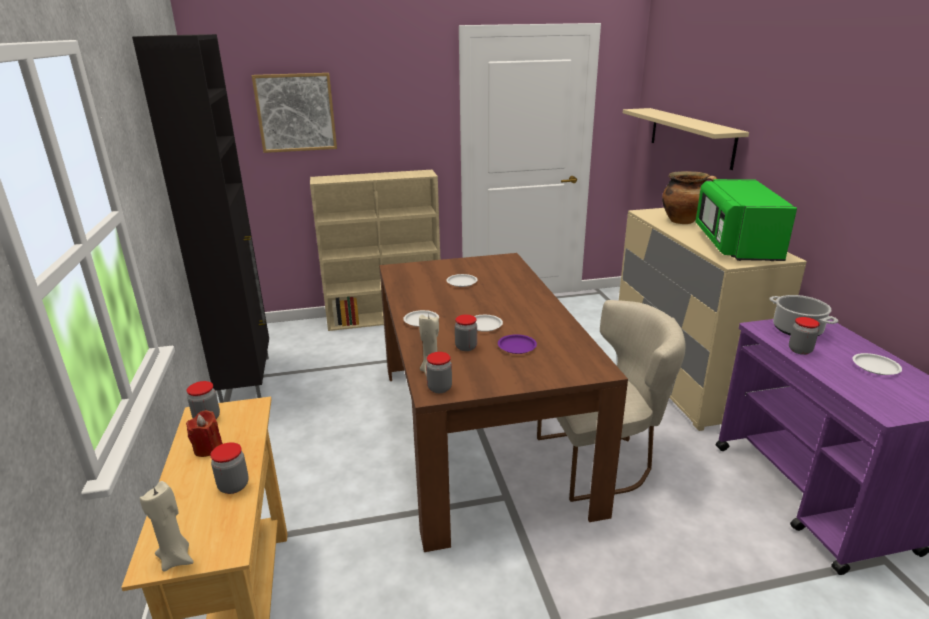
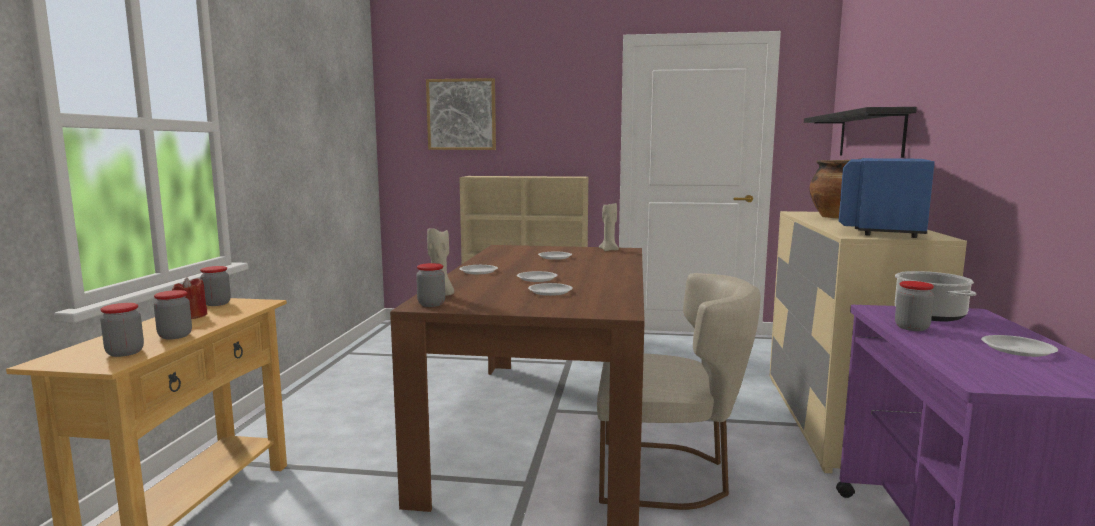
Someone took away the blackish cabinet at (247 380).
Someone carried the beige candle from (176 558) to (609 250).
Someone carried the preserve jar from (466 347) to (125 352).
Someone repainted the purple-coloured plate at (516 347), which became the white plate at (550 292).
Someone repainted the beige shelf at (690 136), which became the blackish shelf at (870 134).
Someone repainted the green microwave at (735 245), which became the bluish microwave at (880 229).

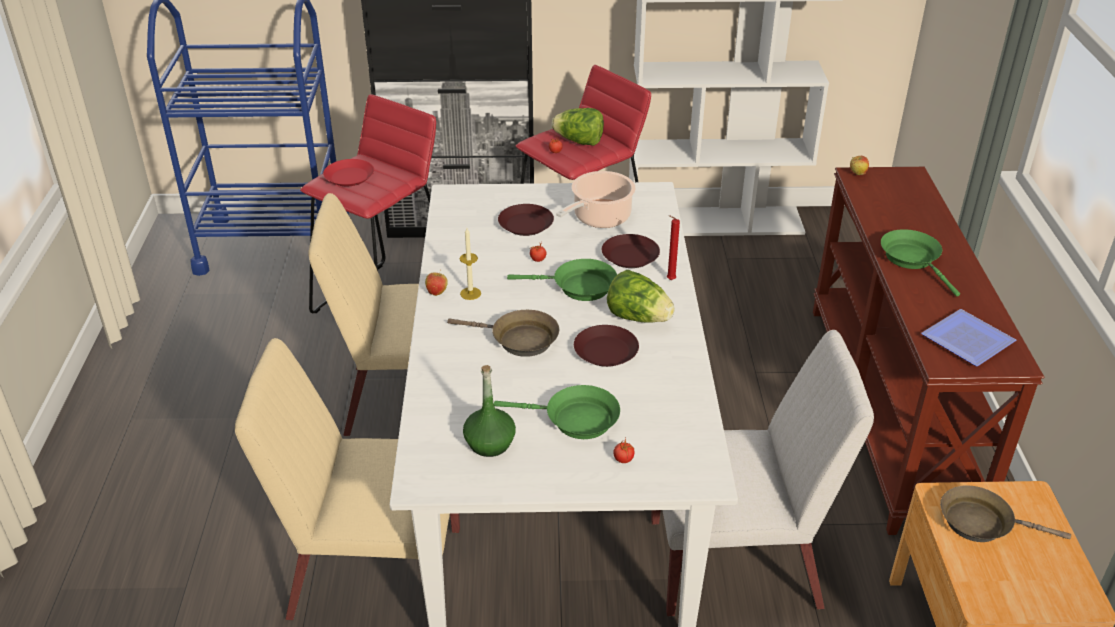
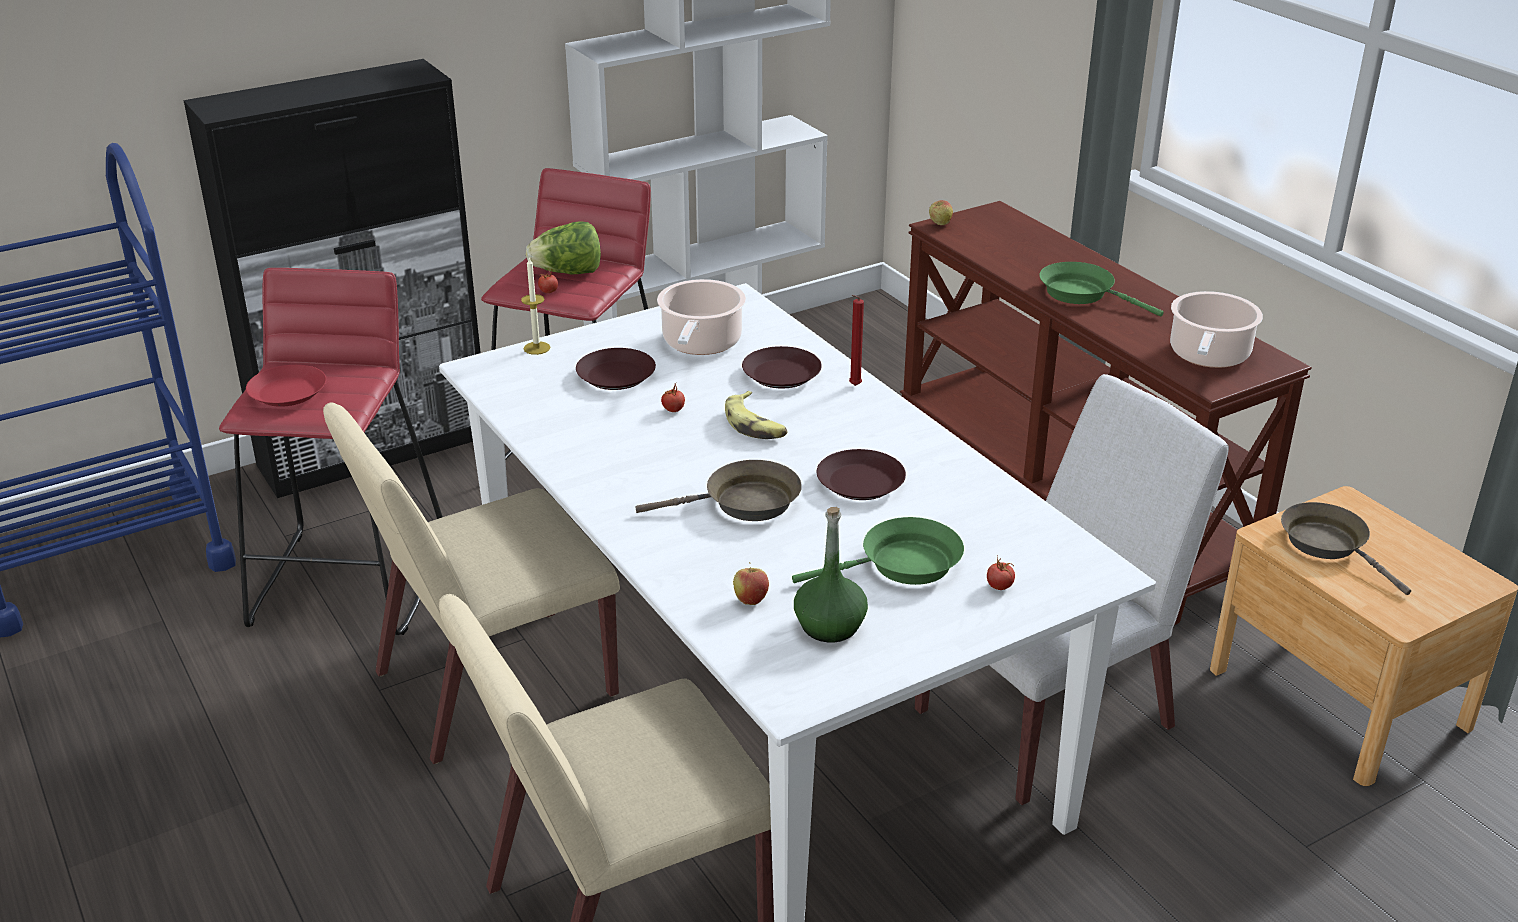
Someone took away the lettuce at (638 318).
Someone carried the whole apple from (437 292) to (751 600).
Someone carried the candle from (470 293) to (536 348).
Someone swapped the green pan at (579 287) for the whole banana at (755 424).
Someone swapped the plate at (964 340) for the saucepot at (1208 356).
Someone rotated the brown-coloured pan at (981 523) by 75 degrees clockwise.

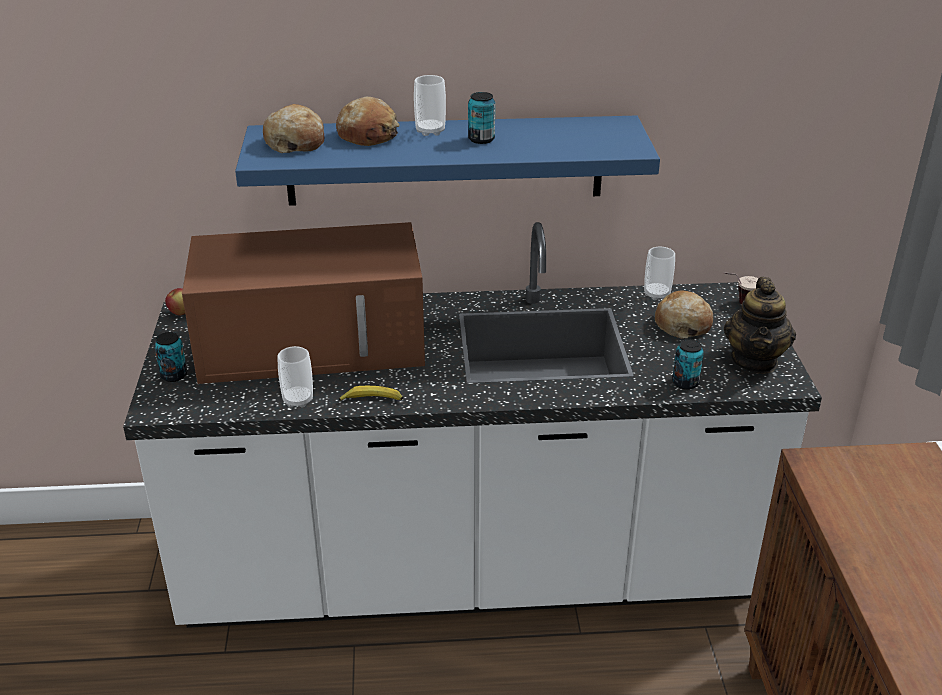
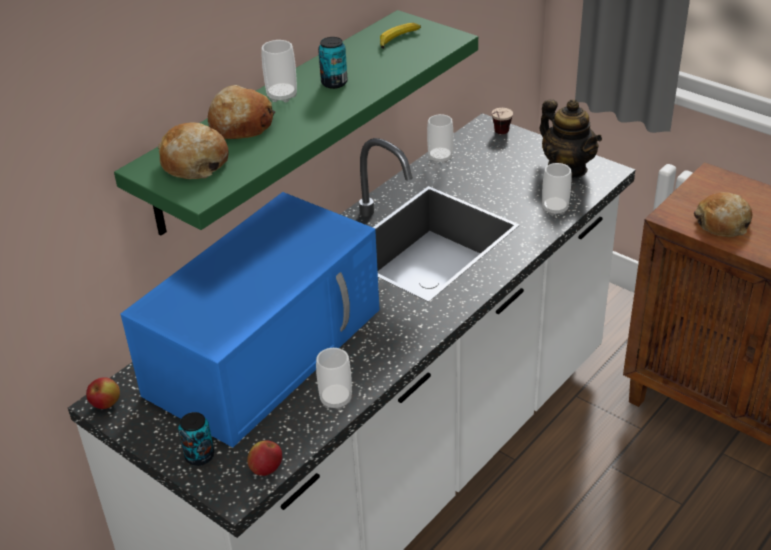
Someone put down the whole apple at (266 469).
Someone carried the whole banana from (372 400) to (398 39).
Someone carried the bakery bread from (682 324) to (722 223).
Someone swapped the sealed can at (685 383) for the drinking cup at (555 209).
Someone repainted the brown-coloured microwave at (315 342), which became the bluish microwave at (266 348).
Someone repainted the bluish shelf at (445 160), which became the green shelf at (275 120).

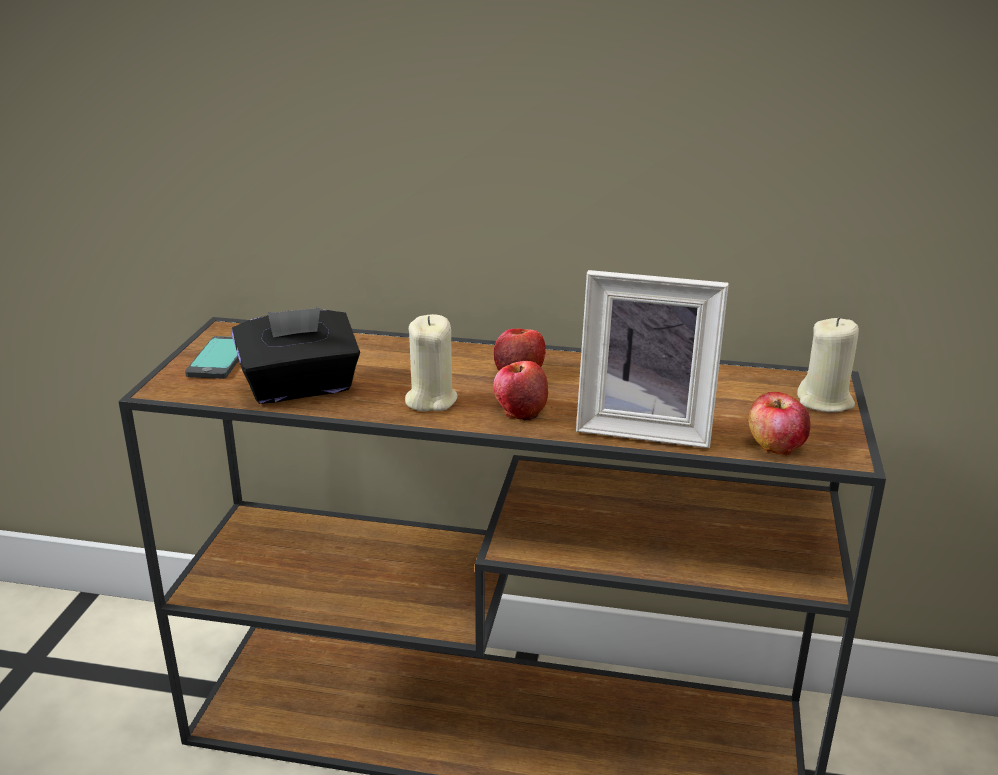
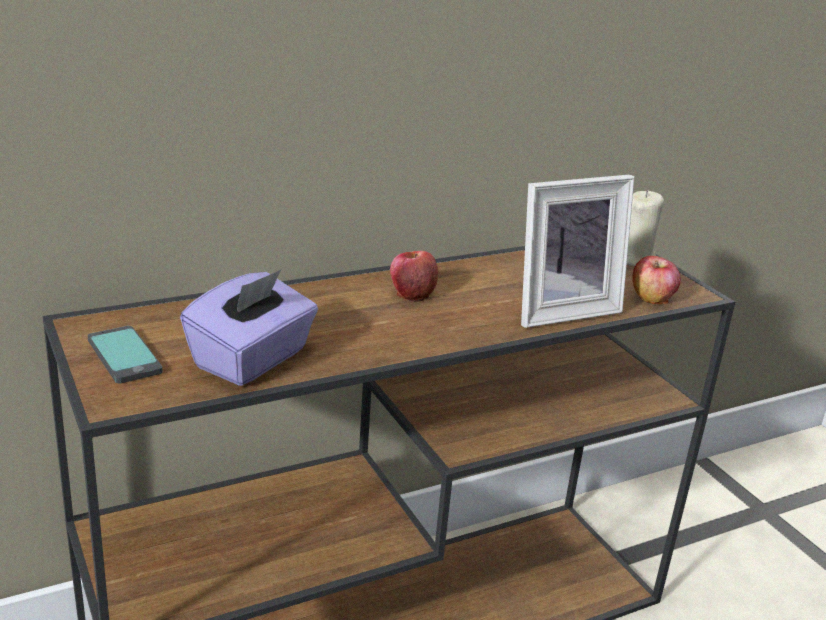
Someone took away the beige candle at (430 400).
Someone took away the whole apple at (520 410).
Someone repainted the blackish tissue box at (300 387), which became the purple-coloured tissue box at (252 359).

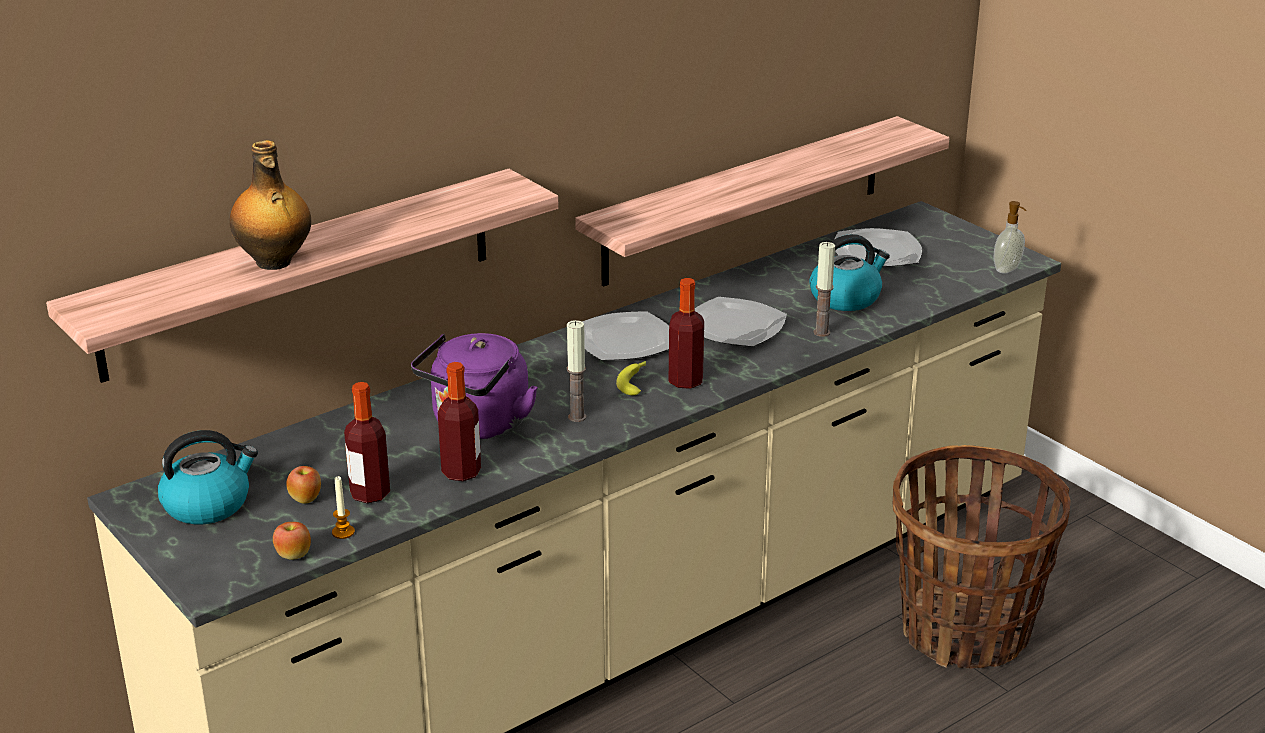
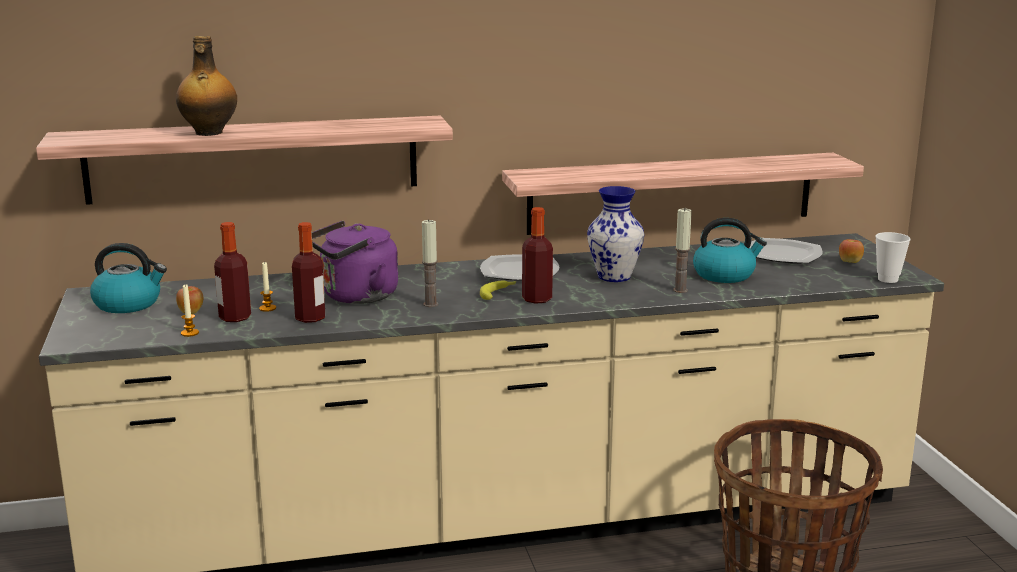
Someone put down the candle at (267 308).
Someone carried the whole apple from (293 555) to (850 262).
Someone swapped the plate at (735 327) for the flower vase at (614 277).
Someone swapped the liquid soap bottle at (1007 270) for the drinking cup at (887 279).

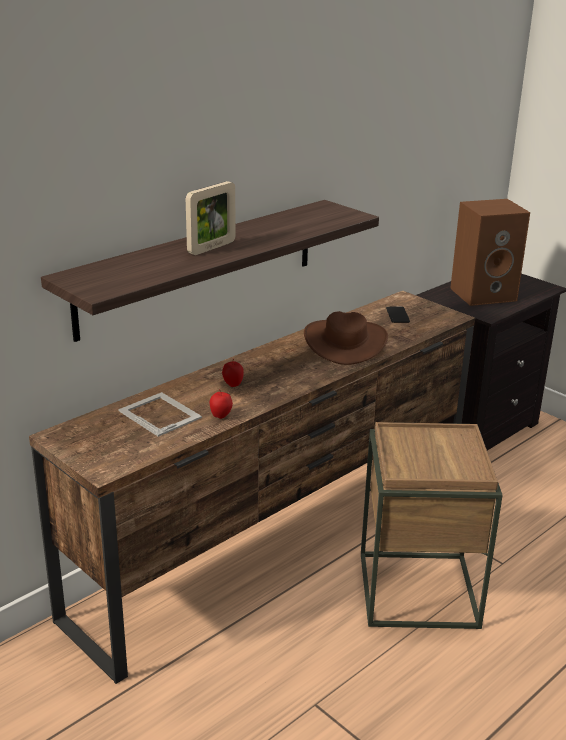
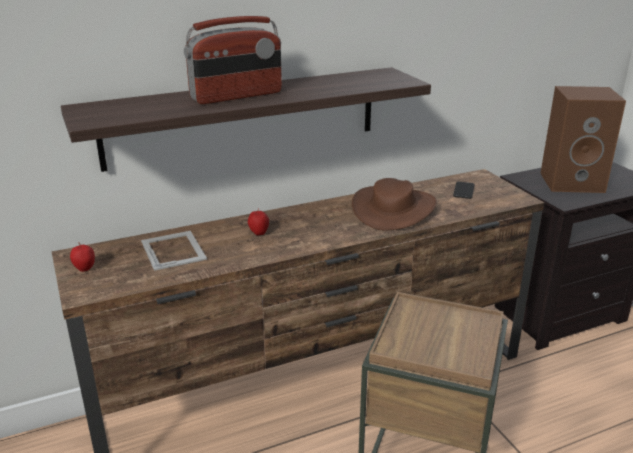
Someone carried the whole apple from (221 416) to (85 269).
Someone swapped the photo frame at (211 248) for the radio receiver at (237 96).

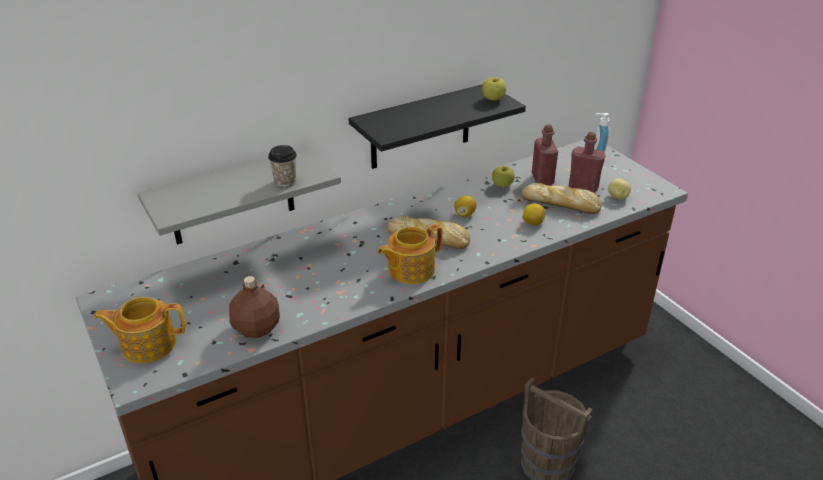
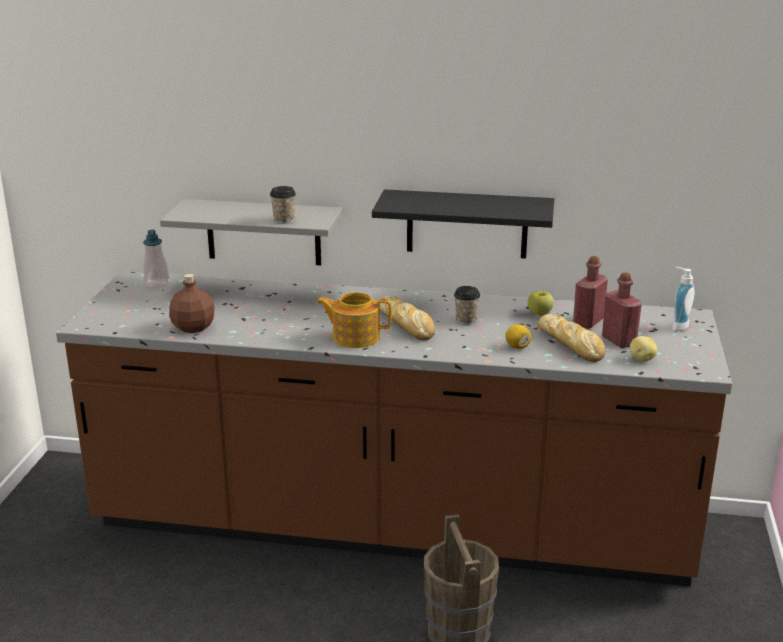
Someone took away the pot for tea at (147 344).
Someone took away the whole apple at (493 99).
Someone put down the liquid soap bottle at (157 284).
Someone swapped the lemon at (464 214) for the drinking cup at (466 320).

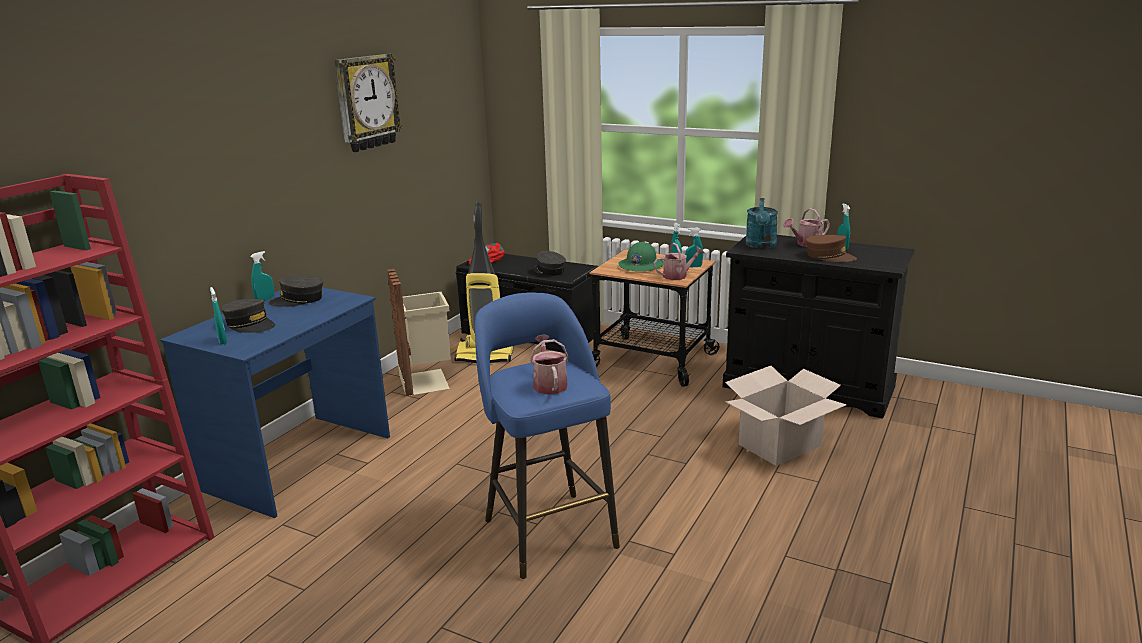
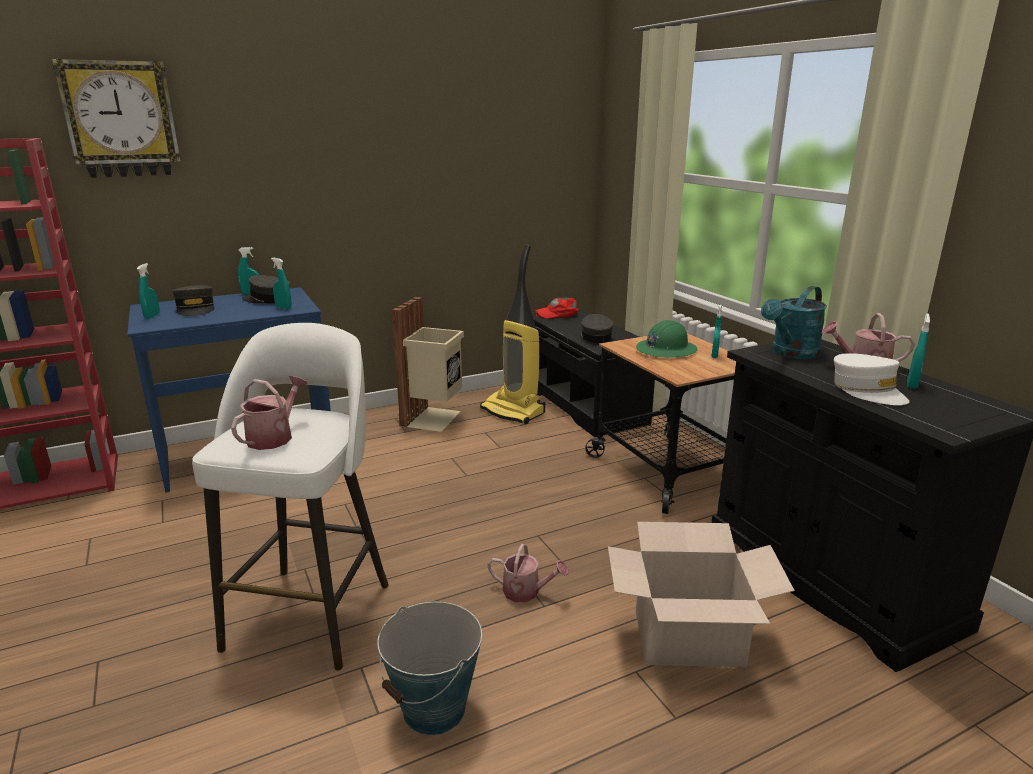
Someone put down the pail at (434 709).
Someone carried the clock on the wall from (366 102) to (121 120).
Someone carried the watering pot from (678 276) to (526 592).
Someone carried the turquoise spray bottle from (693 266) to (283 308).
Someone repainted the bluish stool at (548 531), which became the white stool at (312 612).
Someone repainted the brown-coloured baseball cap at (829 256), which became the white baseball cap at (867 390).

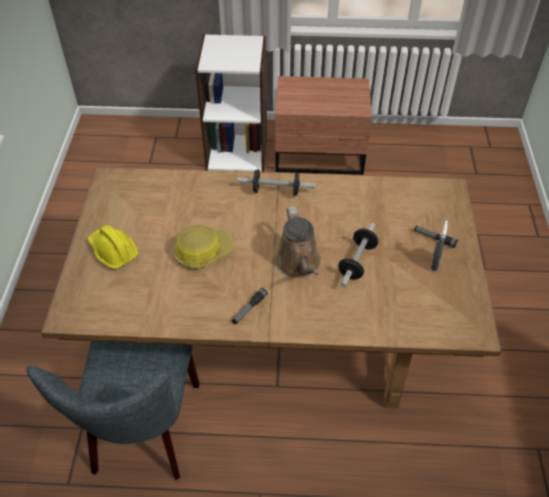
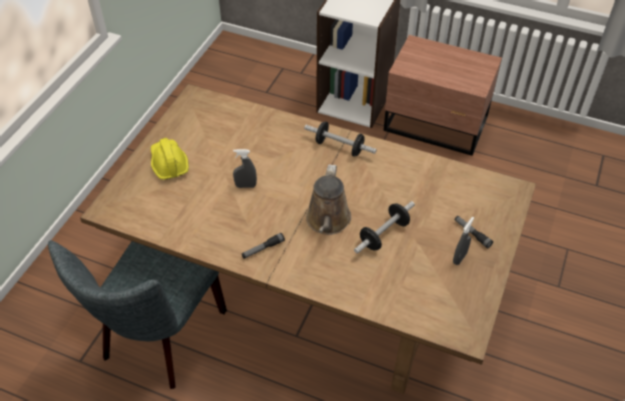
Someone swapped the safety helmet at (202 252) for the gray spray bottle at (245 186).

